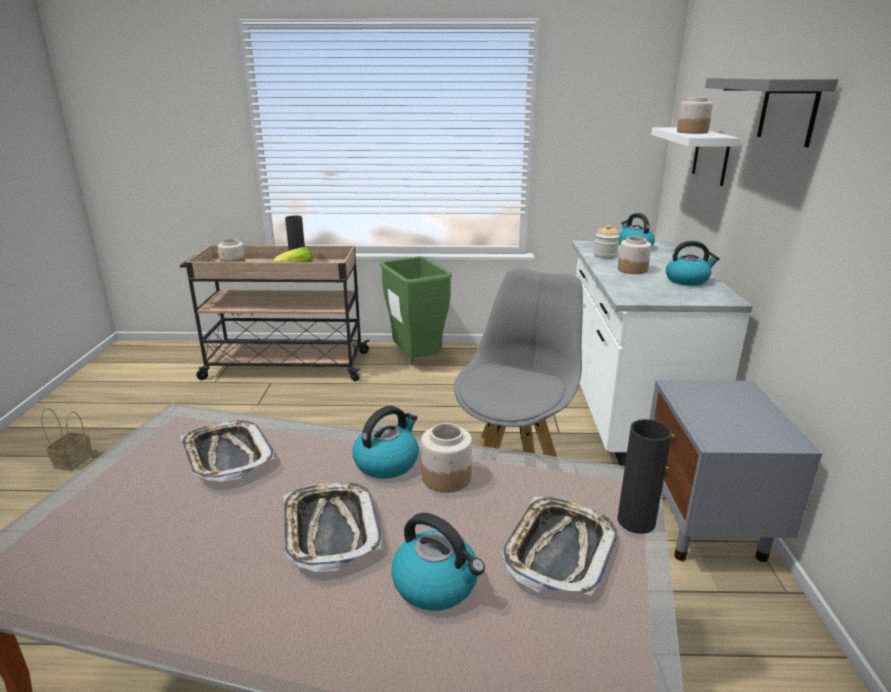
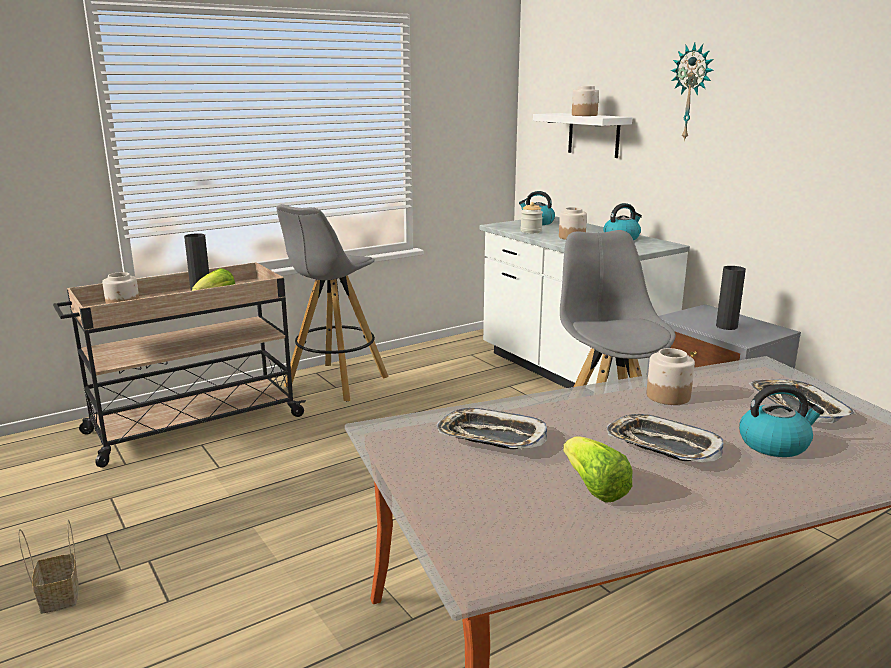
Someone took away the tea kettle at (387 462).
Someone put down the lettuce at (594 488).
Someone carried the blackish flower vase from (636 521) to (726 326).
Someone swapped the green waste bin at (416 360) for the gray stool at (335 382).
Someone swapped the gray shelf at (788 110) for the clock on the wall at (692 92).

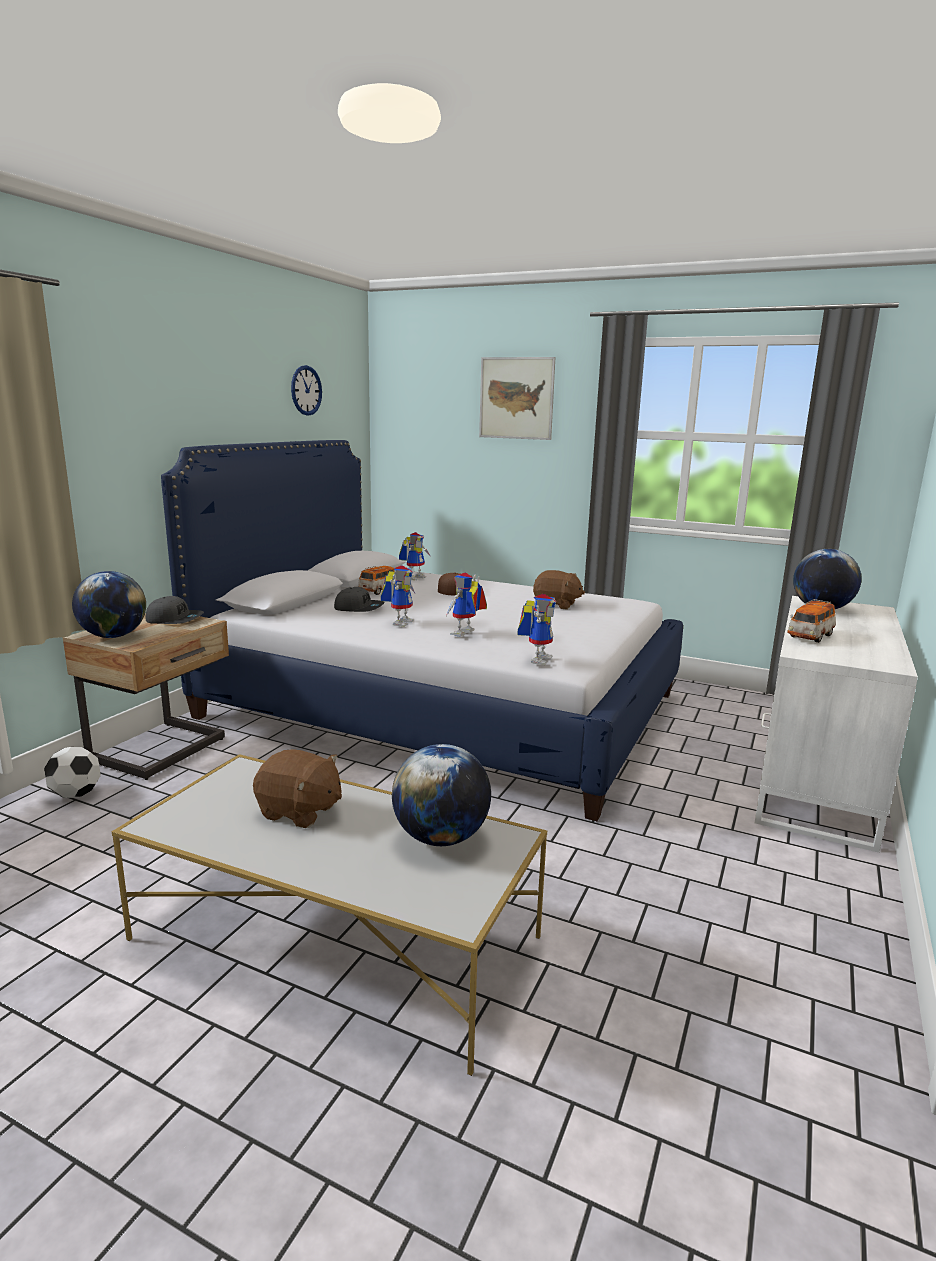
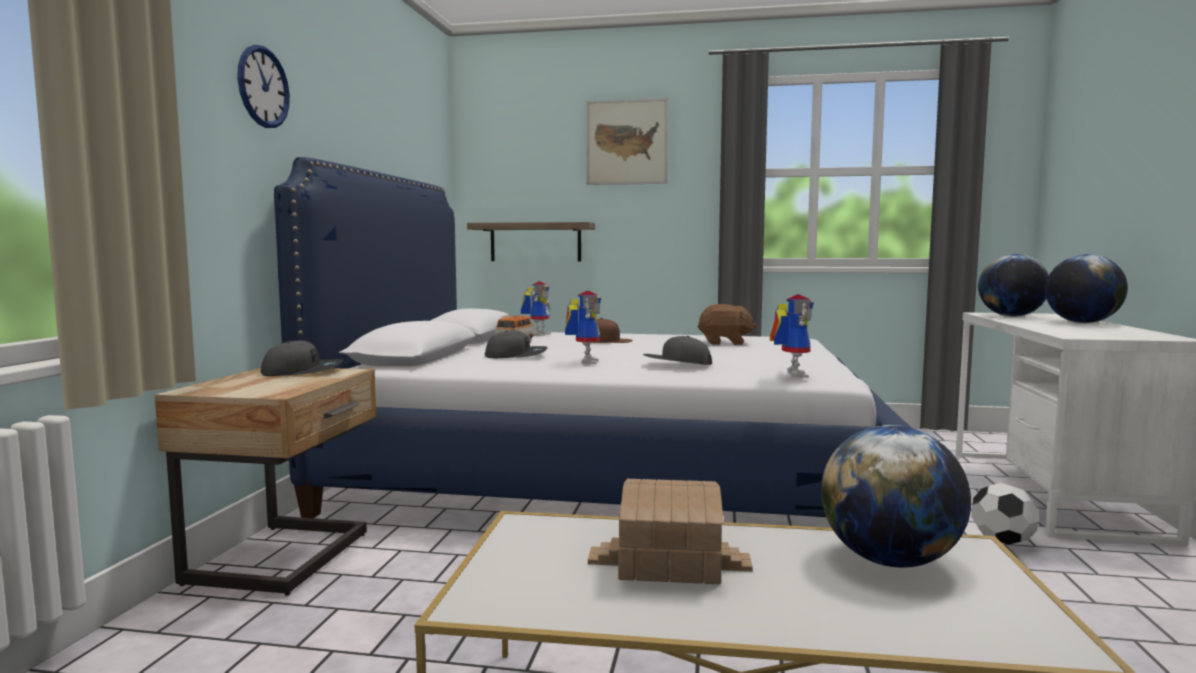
Someone took away the miniature car at (810 637).
Someone put up the shelf at (535 242).
Someone carried the football from (76 794) to (1002 542).
Someone carried the desk globe from (113 636) to (1082 323).
Someone carried the clock on the wall from (306 390) to (263 87).
Someone swapped the brown-coloured soft toy at (299 811) for the model house at (669 560).
Someone swapped the model robot at (465 634) for the gray baseball cap at (677 363).

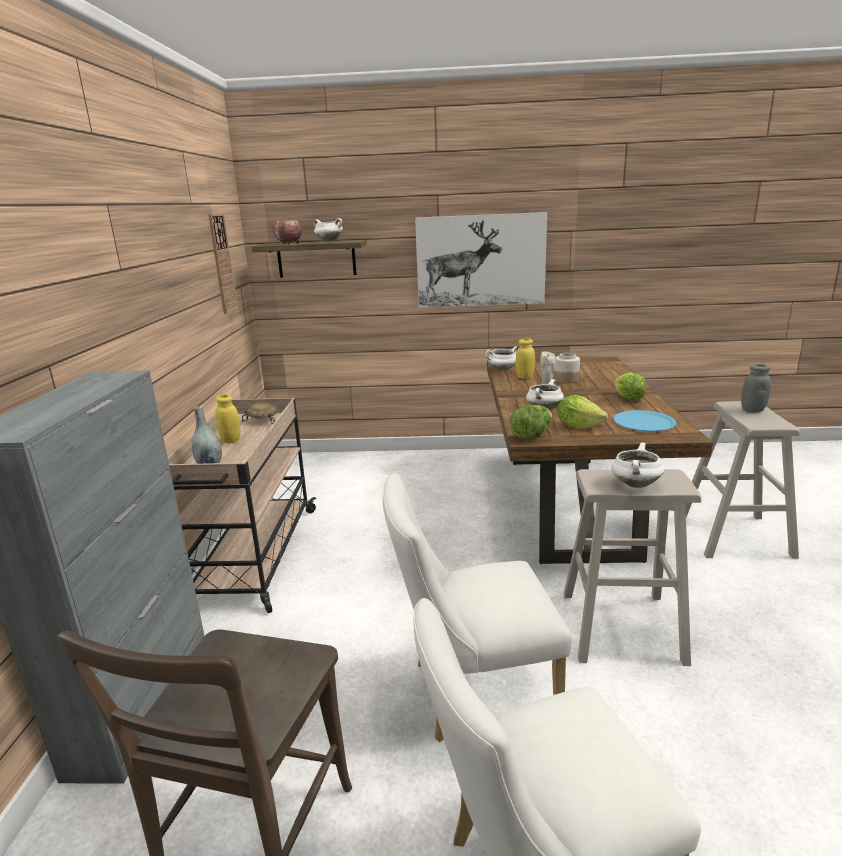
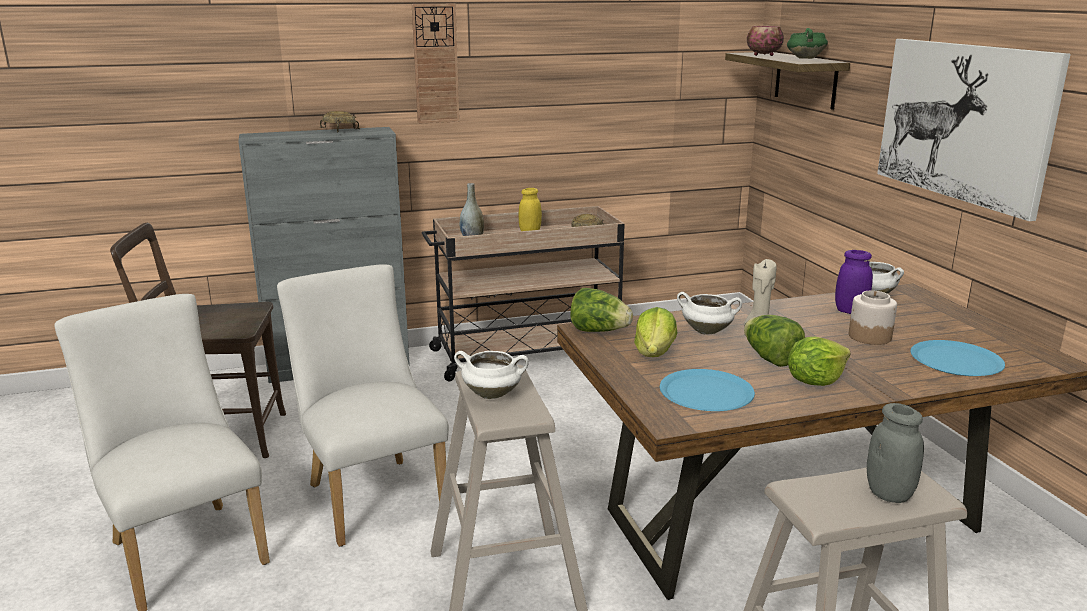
Someone put down the beige serving bowl at (339 131).
Someone put down the lettuce at (770 358).
Someone put down the bluish plate at (956 360).
Someone carried the clock on the wall from (222 263) to (435 64).
Someone repainted the white saucepot at (328 241), which became the green saucepot at (805 58).
Someone repainted the yellowish preserve jar at (525 377), which became the purple-coloured preserve jar at (850 311).

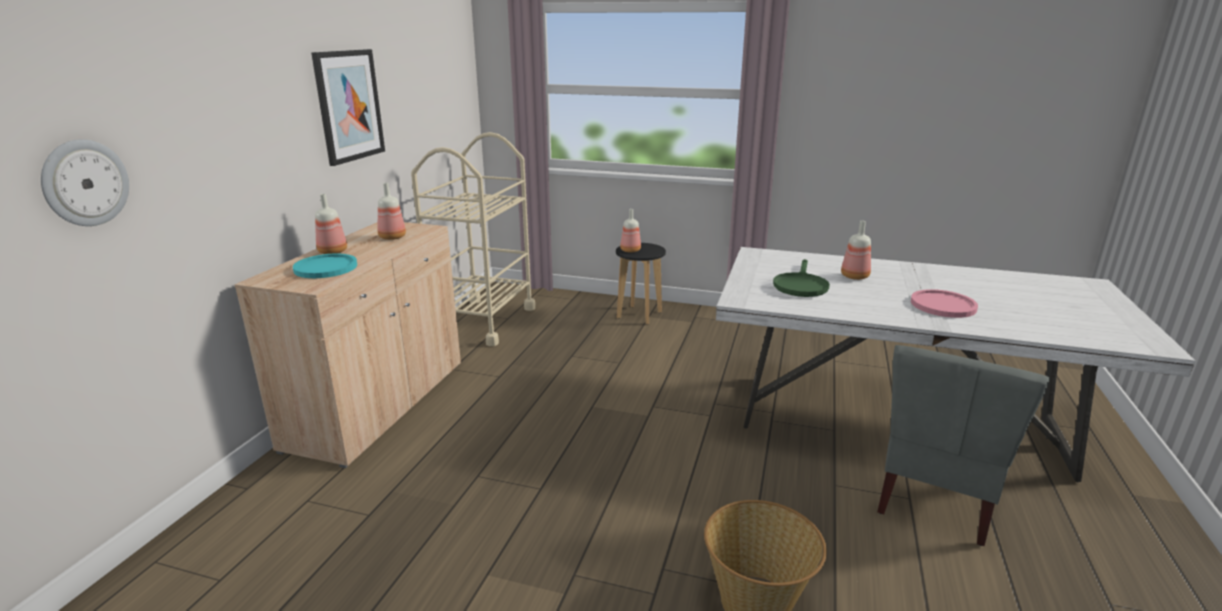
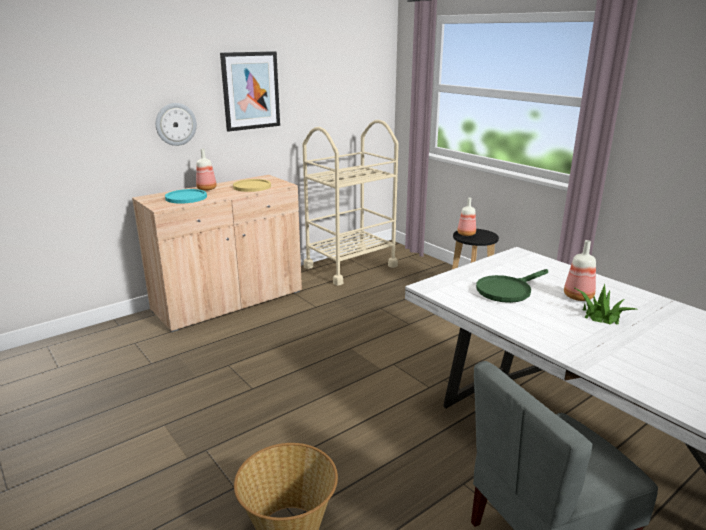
Someone took away the pinkish plate at (943 305).
Someone put down the plant in a pot at (601 316).
Someone carried the clock on the wall from (85 183) to (175 124).
Someone swapped the beverage bottle at (392 237) for the yellowish plate at (252 186).

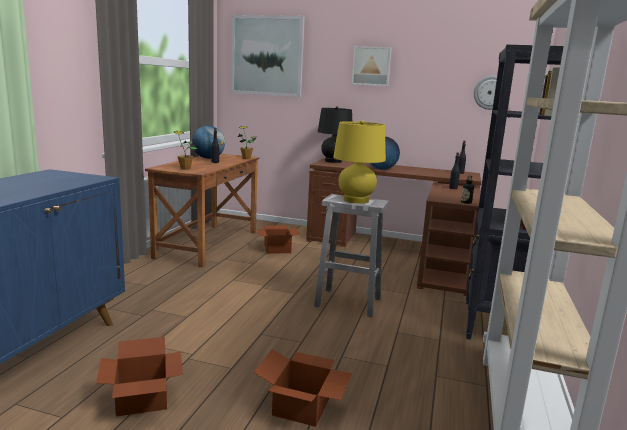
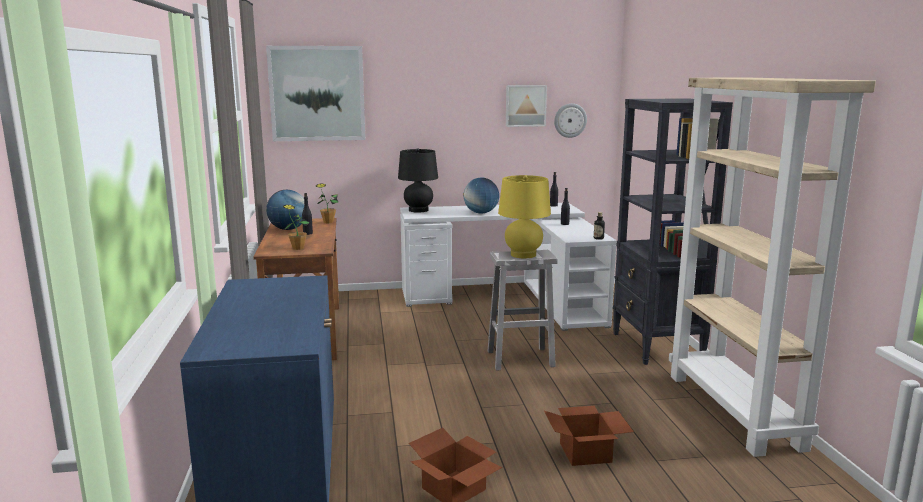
Someone took away the cardboard box at (277 249).
Someone carried the picture from (371 66) to (525 105).
Someone repainted the brown-coloured desk at (403 253), which became the white desk at (513 299).

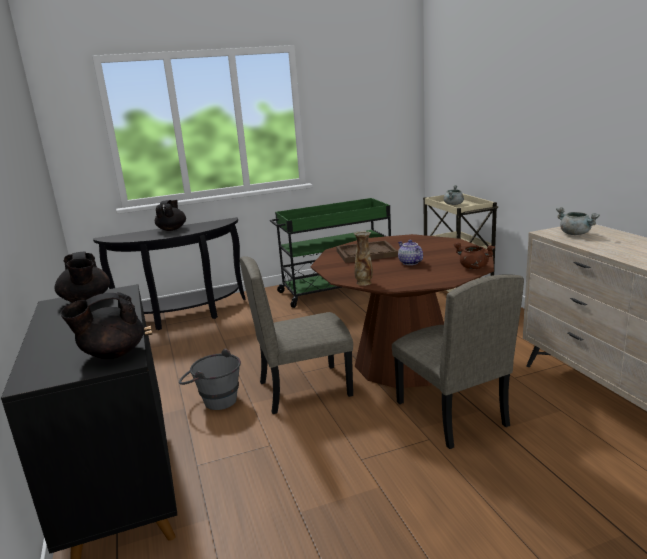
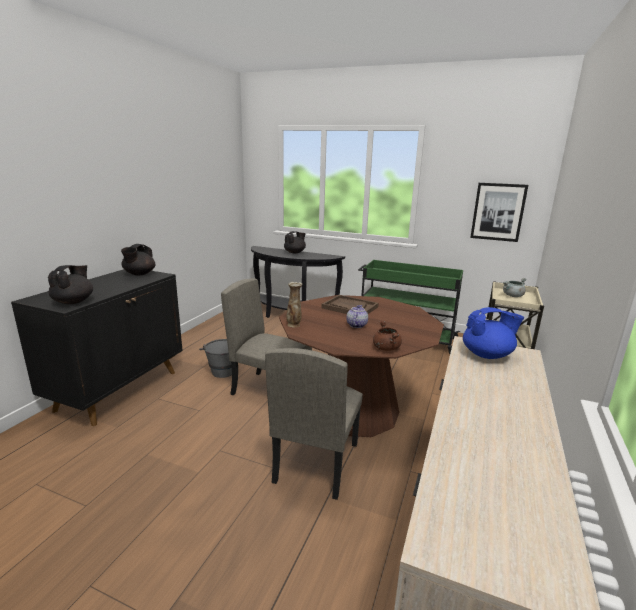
Someone put up the picture at (498 212).
Someone swapped the gray saucepot at (576 234) for the bluish pot for tea at (487 355).
Someone rotated the blackish pot for tea at (112 353) by 90 degrees clockwise.

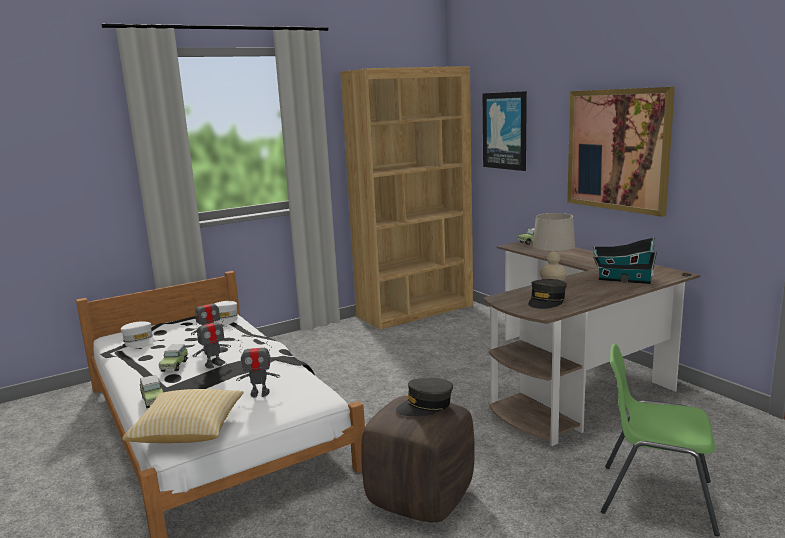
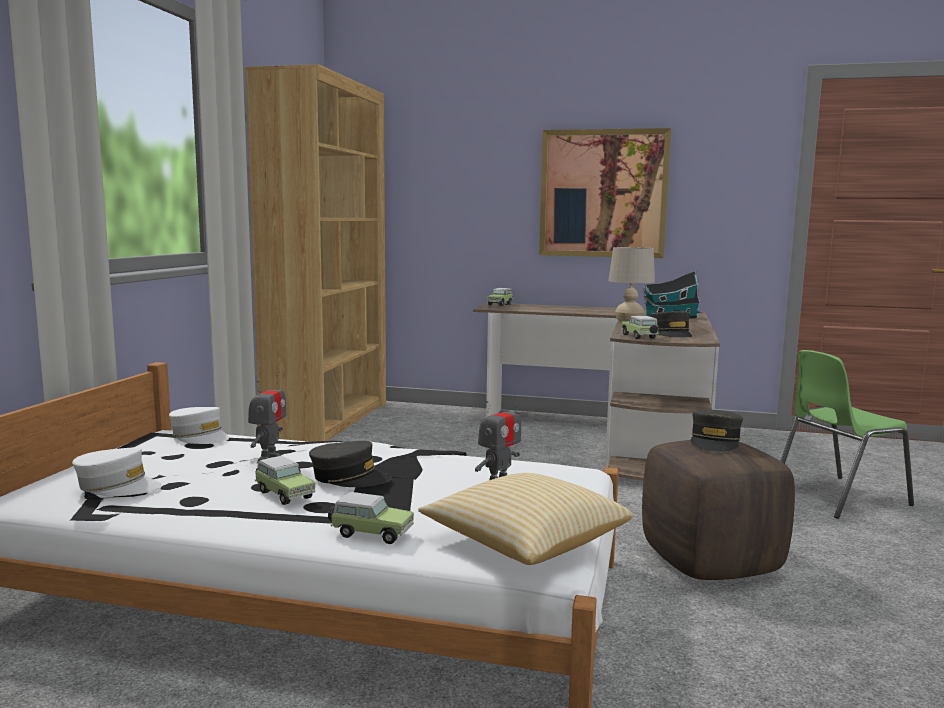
Someone took away the picture at (505 131).
Someone put down the miniature car at (639 337).
Someone swapped the model robot at (214 364) for the gray baseball cap at (349 478).

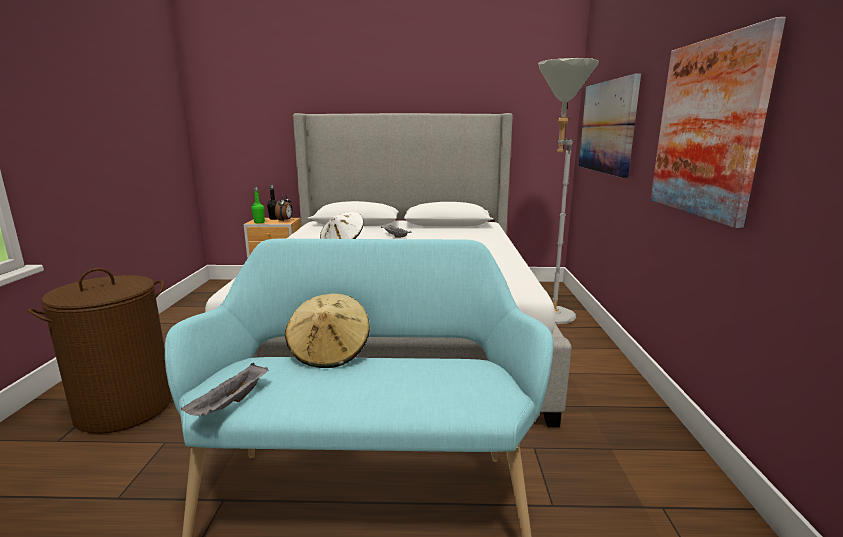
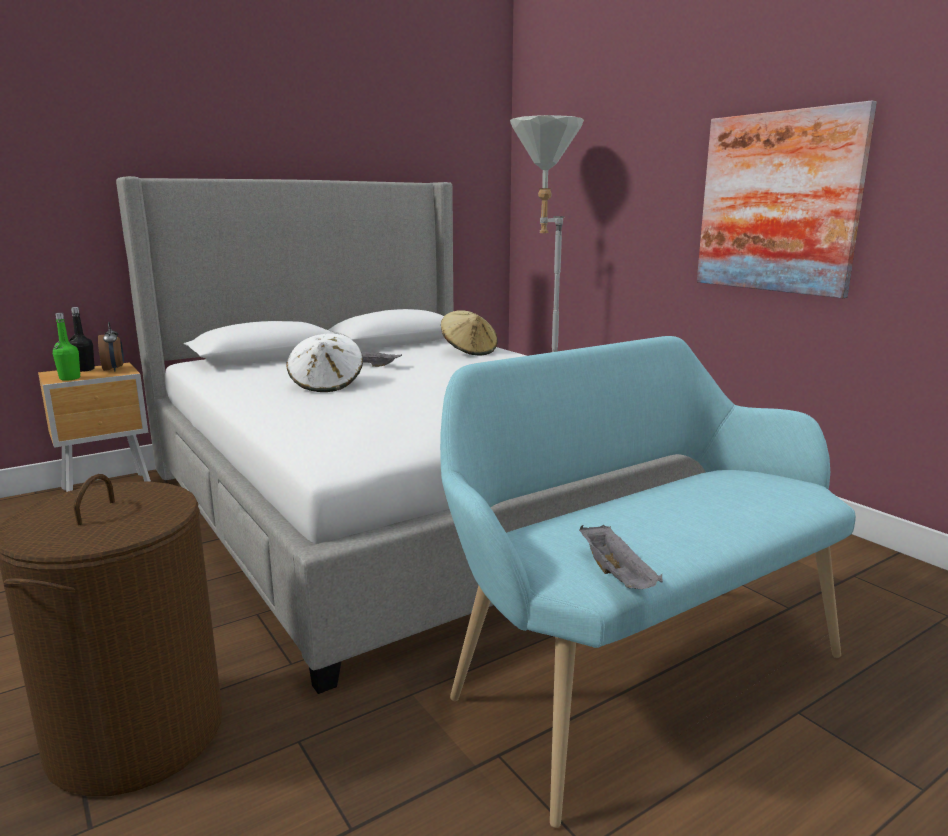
Someone took away the picture at (607 127).
Someone carried the beige wearable hat from (330 352) to (469 351).

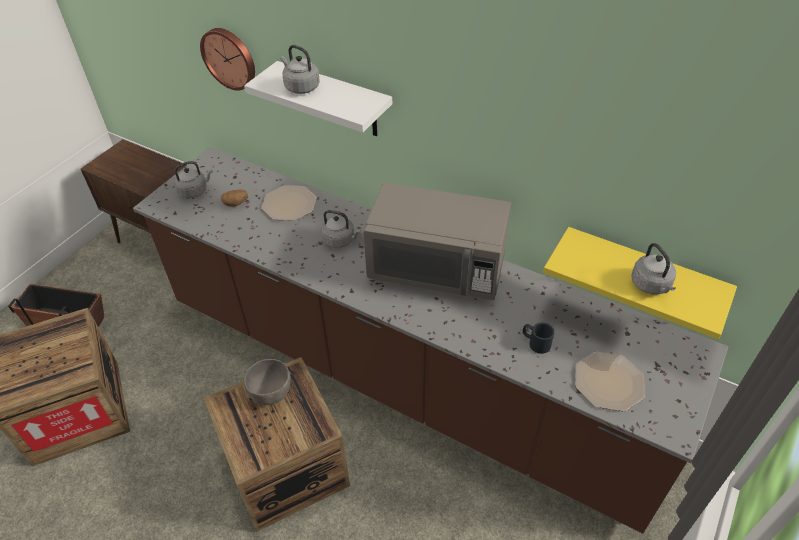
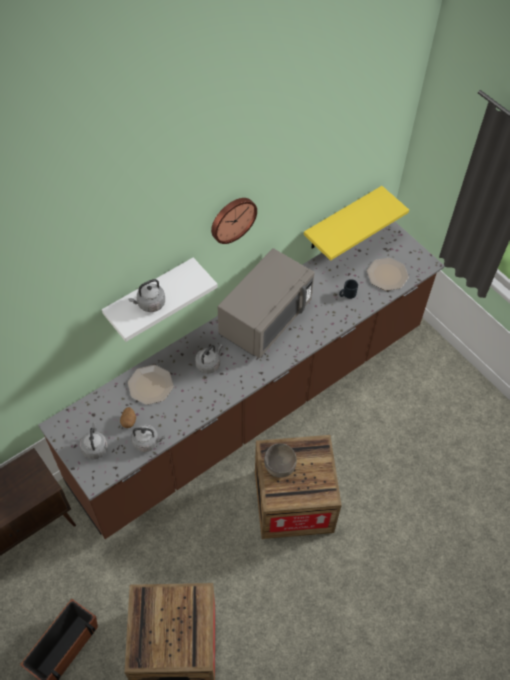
Someone carried the clock on the wall from (230 58) to (232 219).
Someone carried the gray tea kettle from (651 285) to (147 442).

